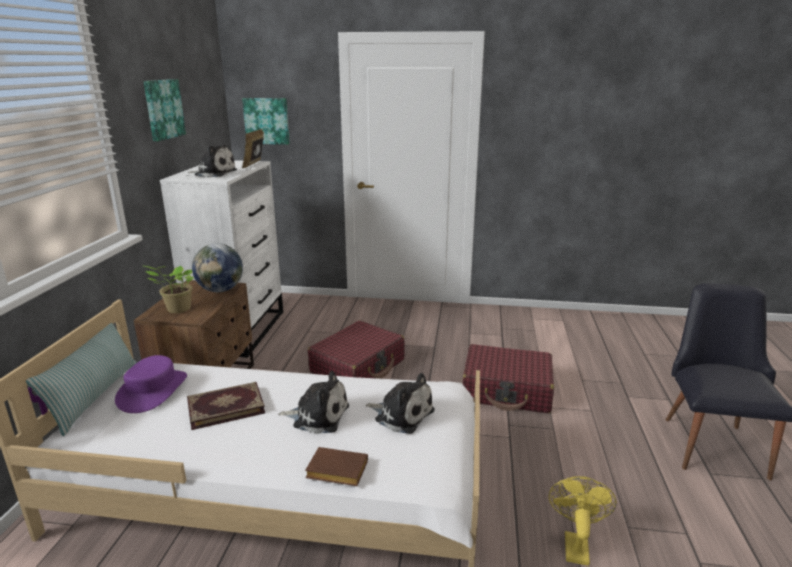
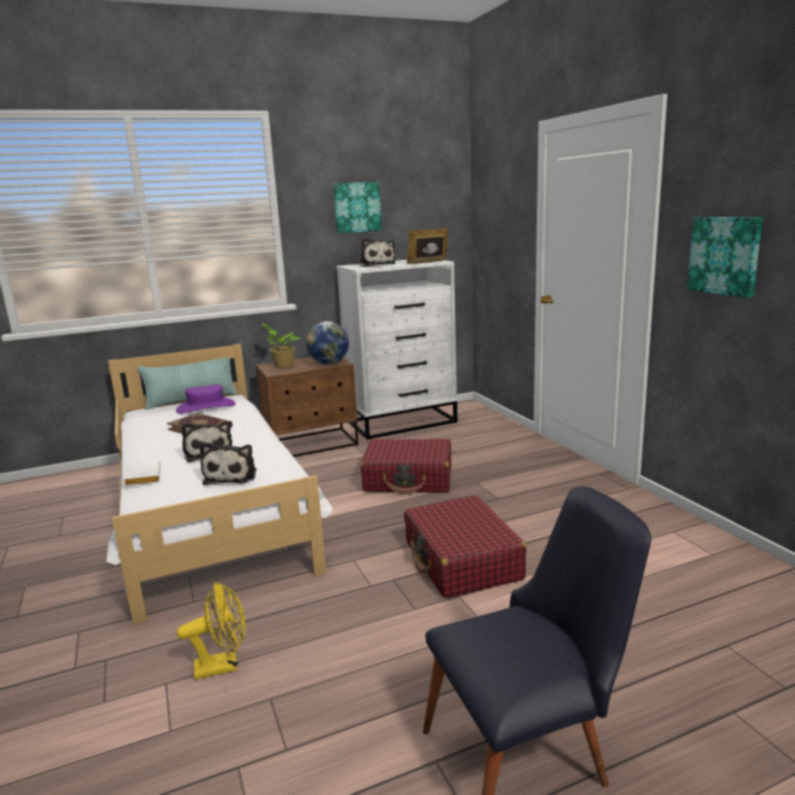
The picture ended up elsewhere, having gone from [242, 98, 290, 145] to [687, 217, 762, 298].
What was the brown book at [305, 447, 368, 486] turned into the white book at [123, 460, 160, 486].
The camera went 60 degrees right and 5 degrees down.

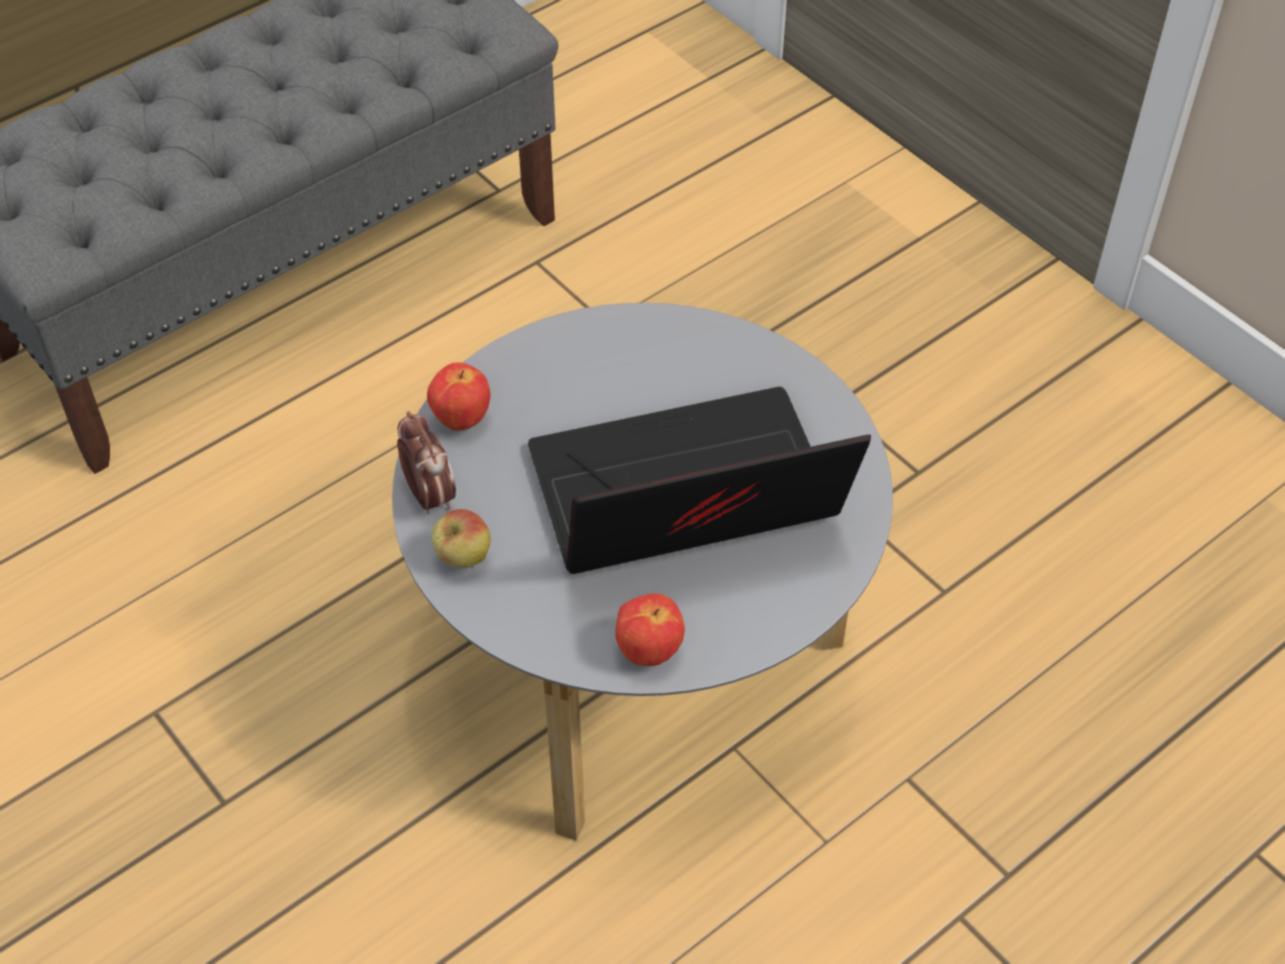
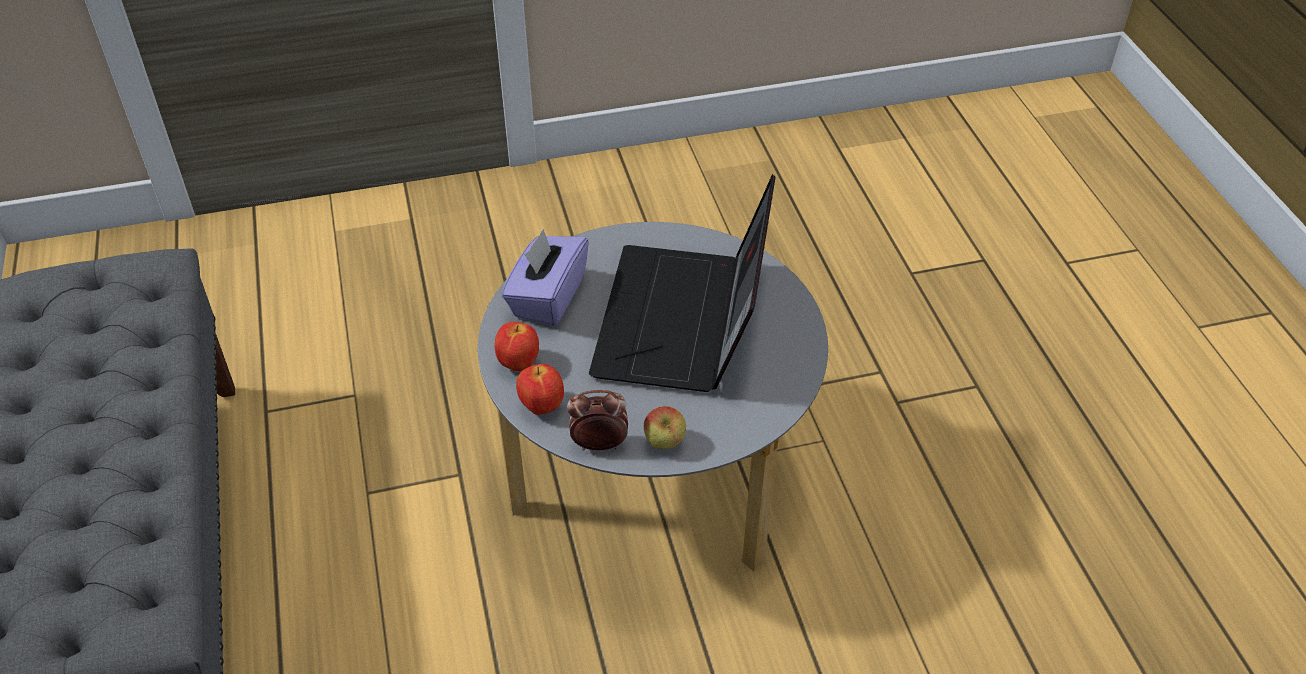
The apple ended up elsewhere, having gone from [616, 594, 685, 666] to [495, 322, 539, 371].
The second view gained the purple tissue box at [502, 229, 589, 326].
The camera went 65 degrees left and 5 degrees down.

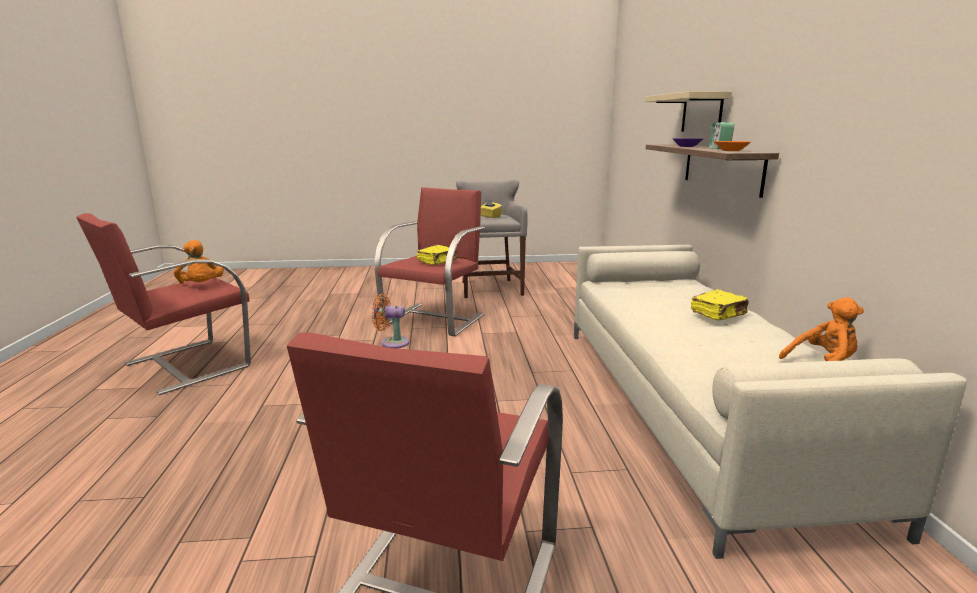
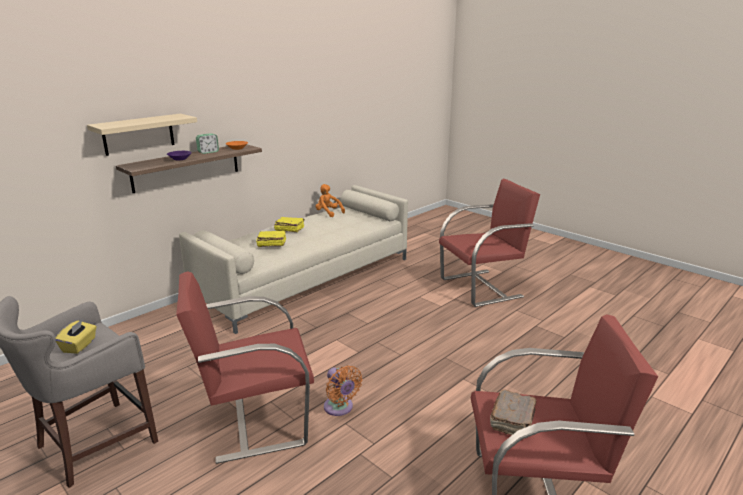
Where the orange plush toy stood at [174, 240, 224, 284], the brown book came to stand at [490, 390, 536, 438].
The yellow book ended up elsewhere, having gone from [417, 245, 457, 265] to [256, 231, 286, 247].
The camera went 130 degrees left and 5 degrees up.

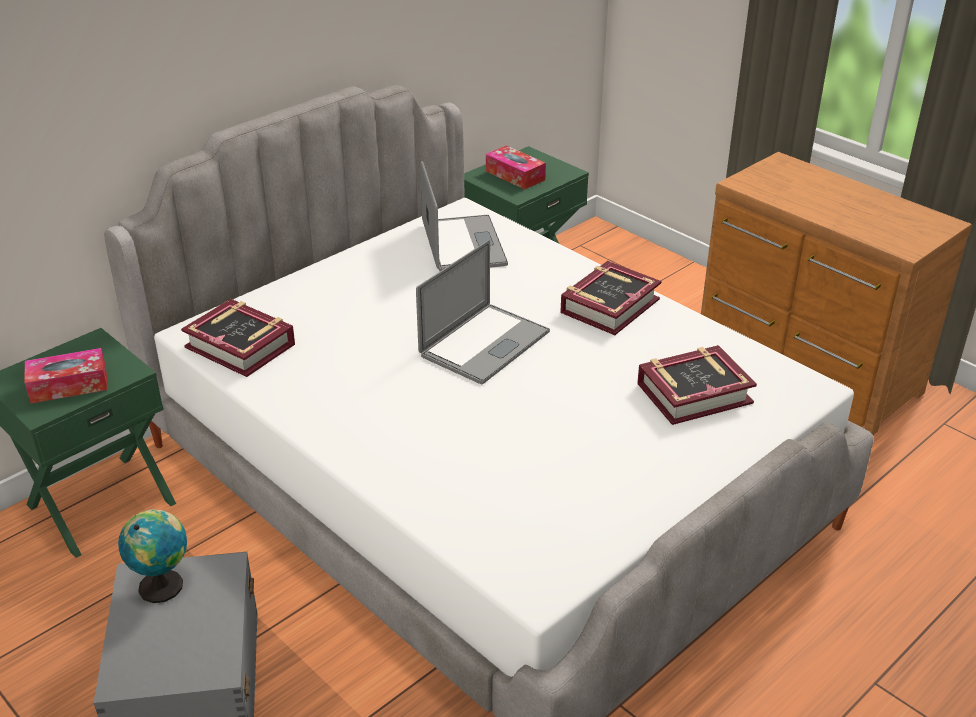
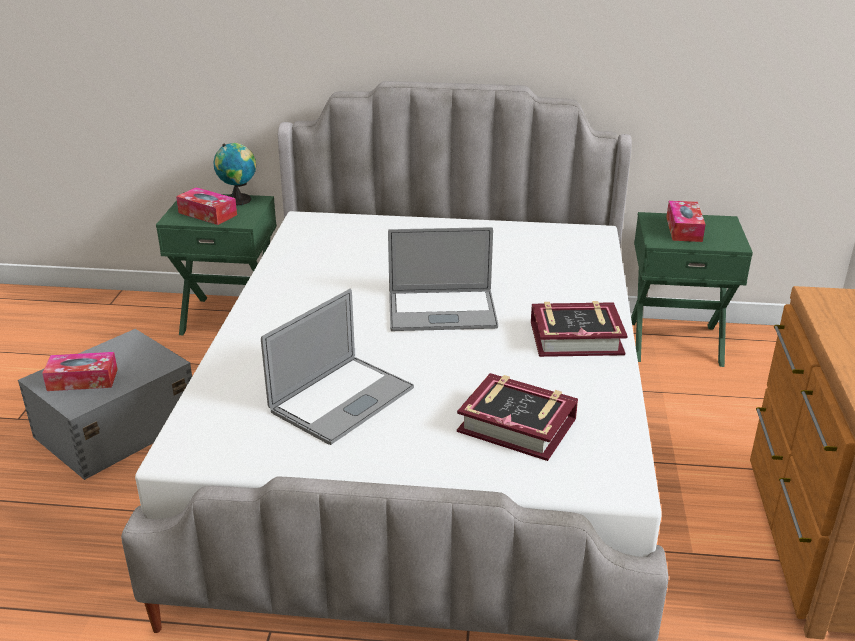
The laptop ended up elsewhere, having gone from [420, 161, 508, 272] to [261, 289, 414, 445].
The second view lost the book at [181, 299, 295, 377].
The globe ended up elsewhere, having gone from [118, 509, 187, 603] to [213, 143, 256, 206].
The second view gained the tissue box at [42, 352, 118, 391].
The camera went 50 degrees right and 5 degrees down.

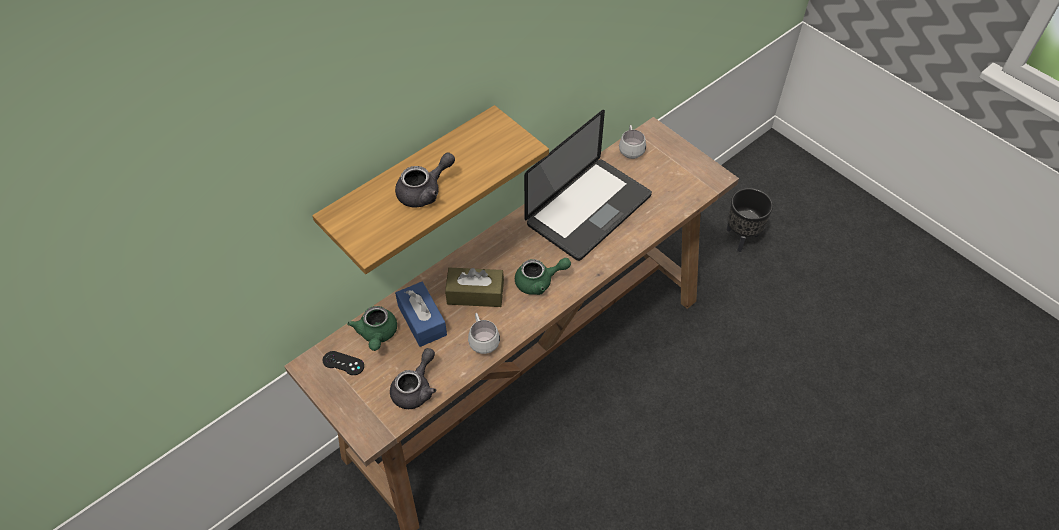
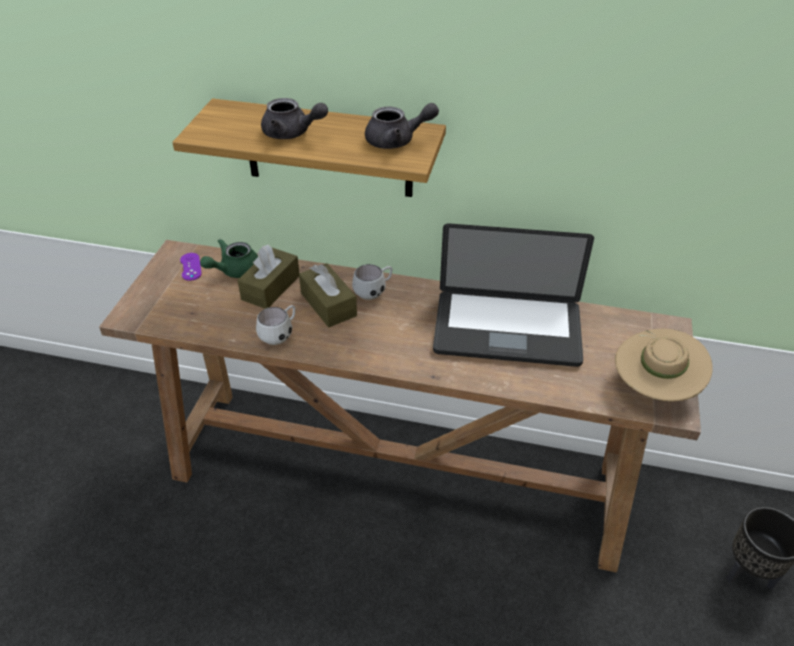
The white mug ended up elsewhere, having gone from [619, 125, 646, 159] to [352, 264, 392, 300].
The second view lost the green teapot at [515, 258, 571, 295].
What was the blue tissue box at [395, 282, 447, 347] turned into the brown tissue box at [237, 245, 299, 309].
The grey teapot ended up elsewhere, having gone from [390, 348, 436, 409] to [365, 103, 439, 149].
What was the black game controller at [322, 351, 364, 375] turned into the purple game controller at [180, 253, 202, 281].
The second view gained the beige hat at [615, 328, 713, 402].
The camera went 55 degrees right and 10 degrees down.

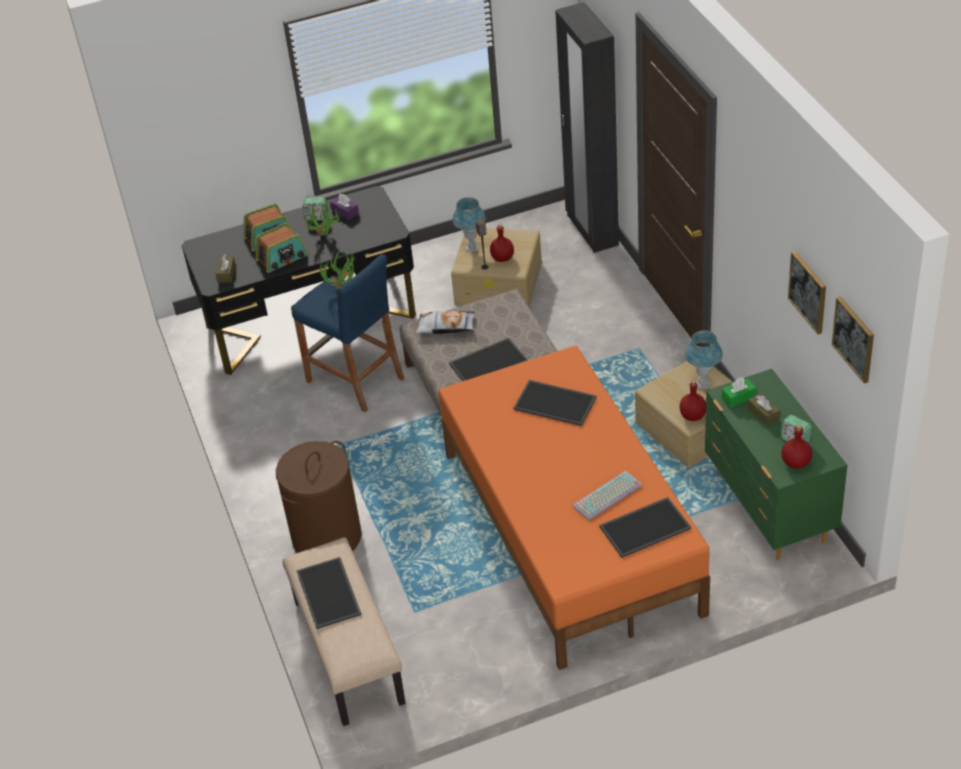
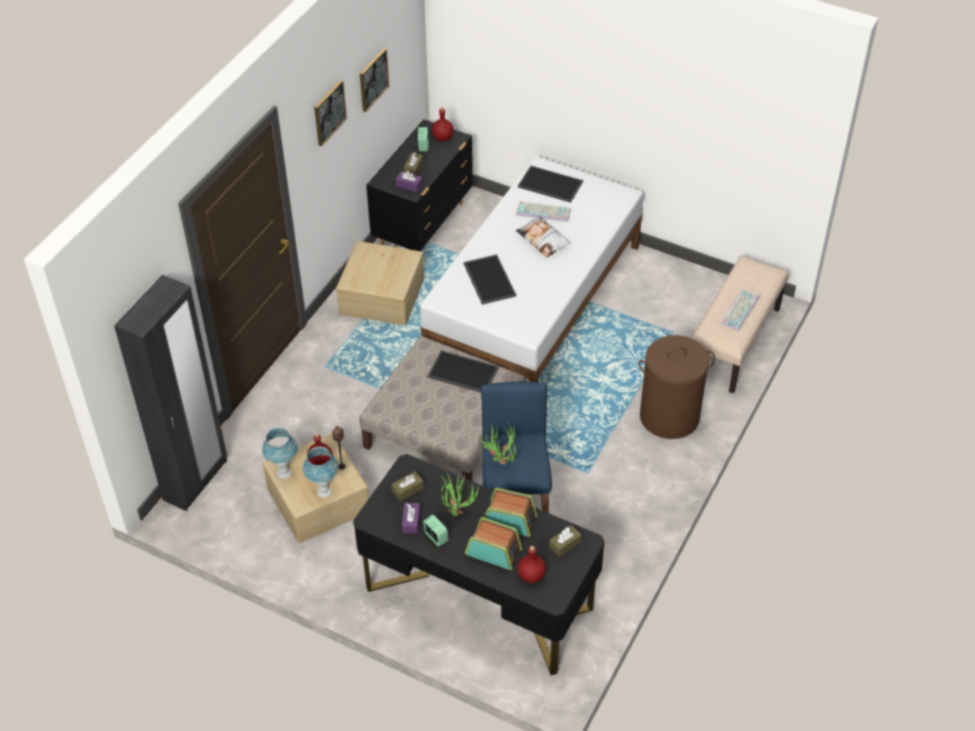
The picture ended up elsewhere, having gone from [832, 296, 874, 384] to [314, 80, 347, 147].
The pillow ended up elsewhere, having gone from [416, 311, 475, 334] to [516, 216, 570, 258].
The blue table lamp ended up elsewhere, having gone from [685, 330, 723, 389] to [262, 428, 298, 479].
What was the orange bed at [438, 346, 710, 670] turned into the white bed at [420, 156, 644, 382].
What was the green dresser at [705, 369, 847, 560] turned into the black dresser at [366, 119, 473, 251].
What was the green tissue box at [722, 377, 756, 408] turned into the purple tissue box at [396, 171, 422, 192].
The red bottle ended up elsewhere, having gone from [680, 380, 706, 421] to [517, 546, 546, 583].
Where the tray stood at [296, 557, 362, 629], the keyboard came to stand at [721, 288, 760, 331].
The second view gained the brown tissue box at [391, 471, 424, 501].
The camera went 135 degrees left and 5 degrees up.

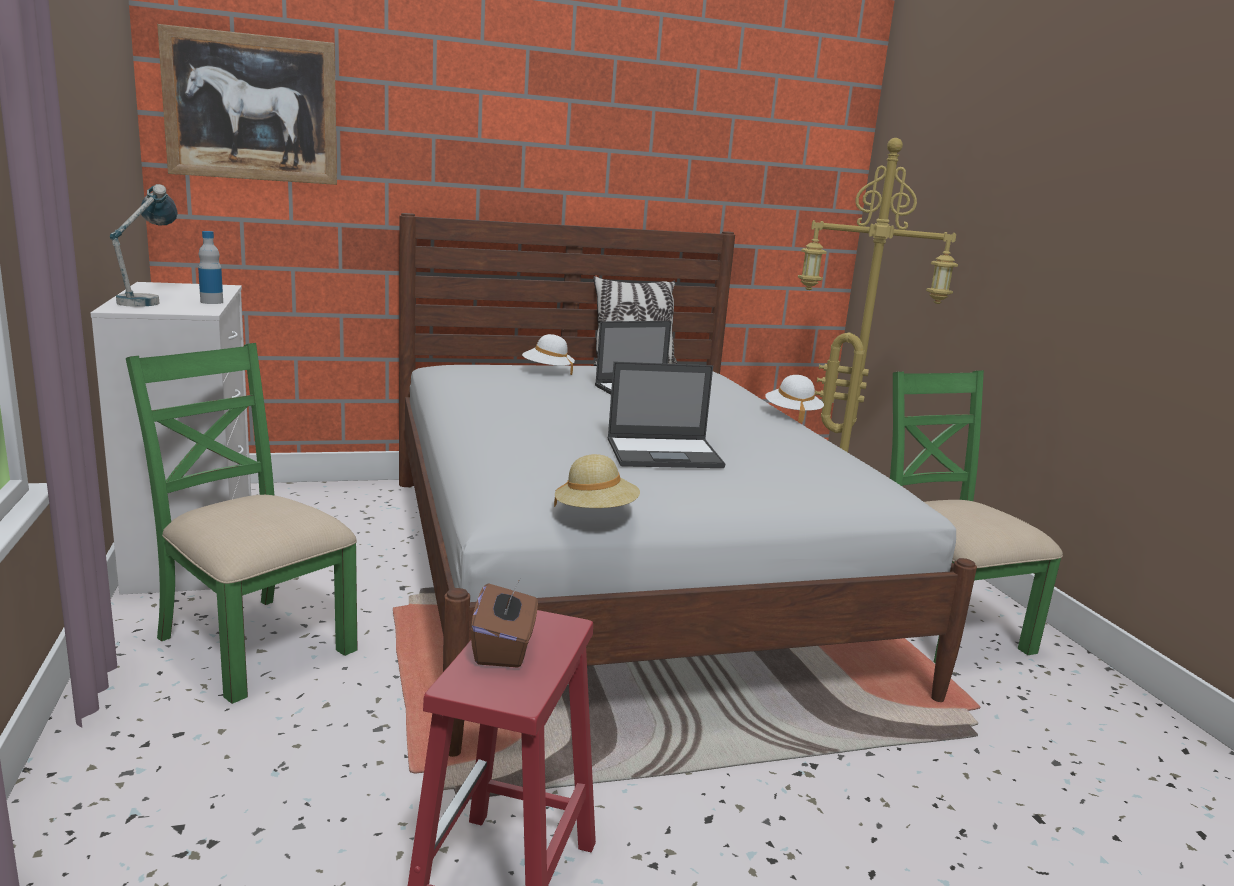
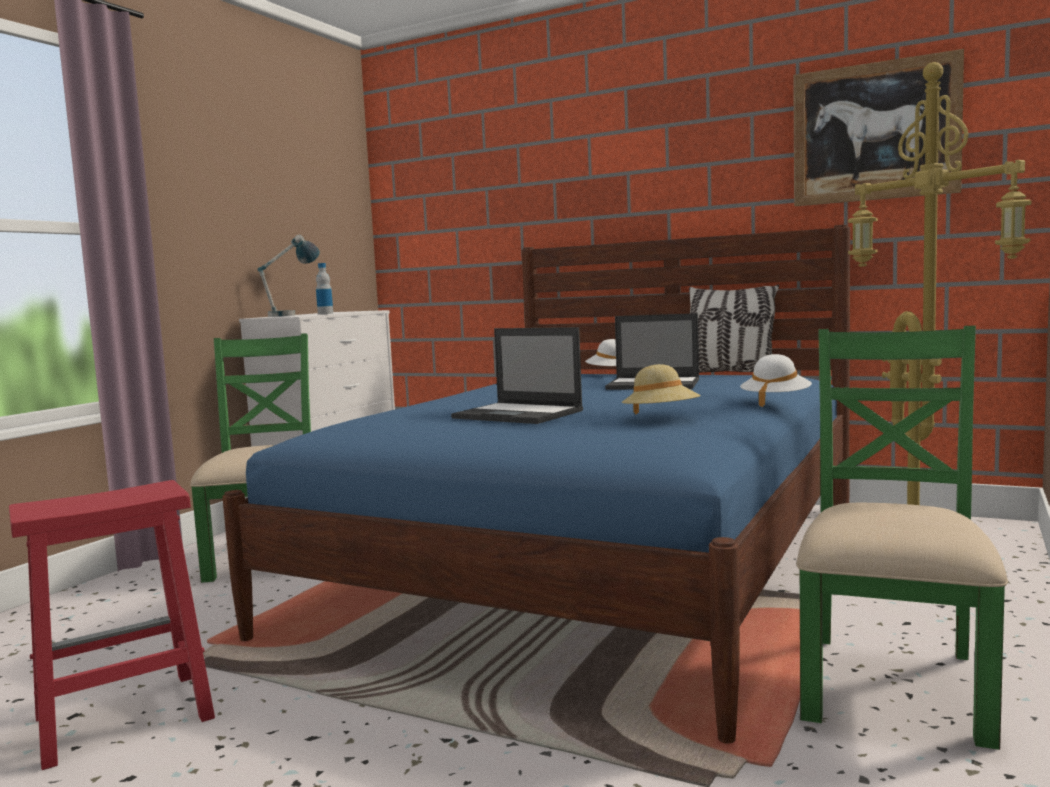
The picture ended up elsewhere, having gone from [157, 24, 337, 185] to [793, 49, 964, 206].
What was the white bed at [399, 213, 977, 757] turned into the blue bed at [222, 225, 850, 744].
The beige hat ended up elsewhere, having gone from [554, 454, 640, 508] to [622, 364, 701, 415].
The second view lost the brown tissue box at [470, 579, 538, 668].
The camera went 45 degrees right and 10 degrees down.

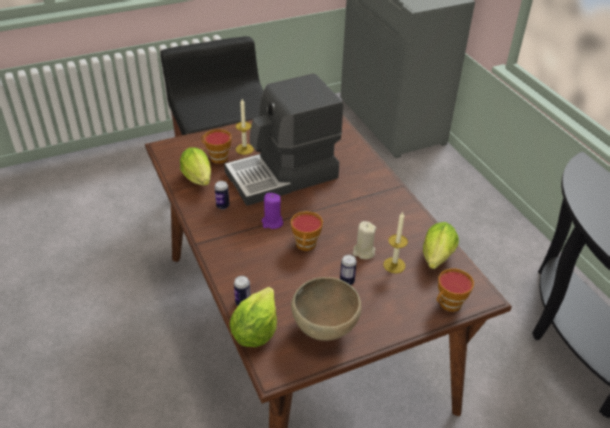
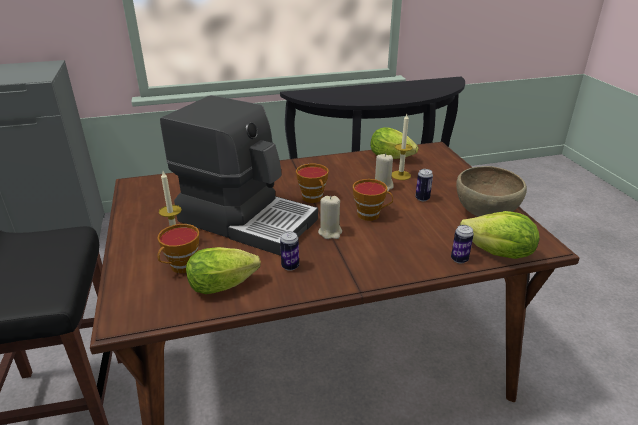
The coffee machine at [224, 73, 343, 206] ended up facing another way, 45 degrees counterclockwise from before.
What was the purple candle at [262, 193, 283, 229] turned into the beige candle at [318, 196, 342, 239].
The cup ended up elsewhere, having gone from [437, 268, 474, 312] to [296, 164, 329, 203].
The camera went 80 degrees left and 10 degrees down.

